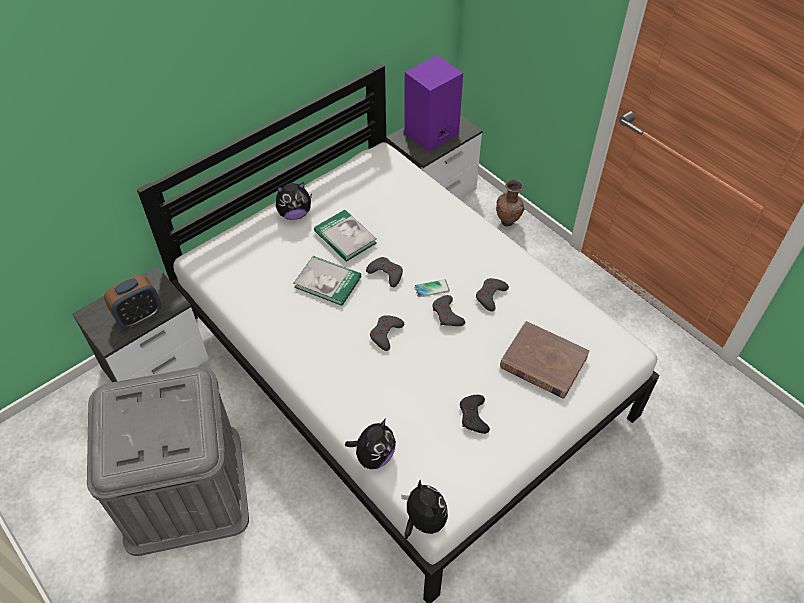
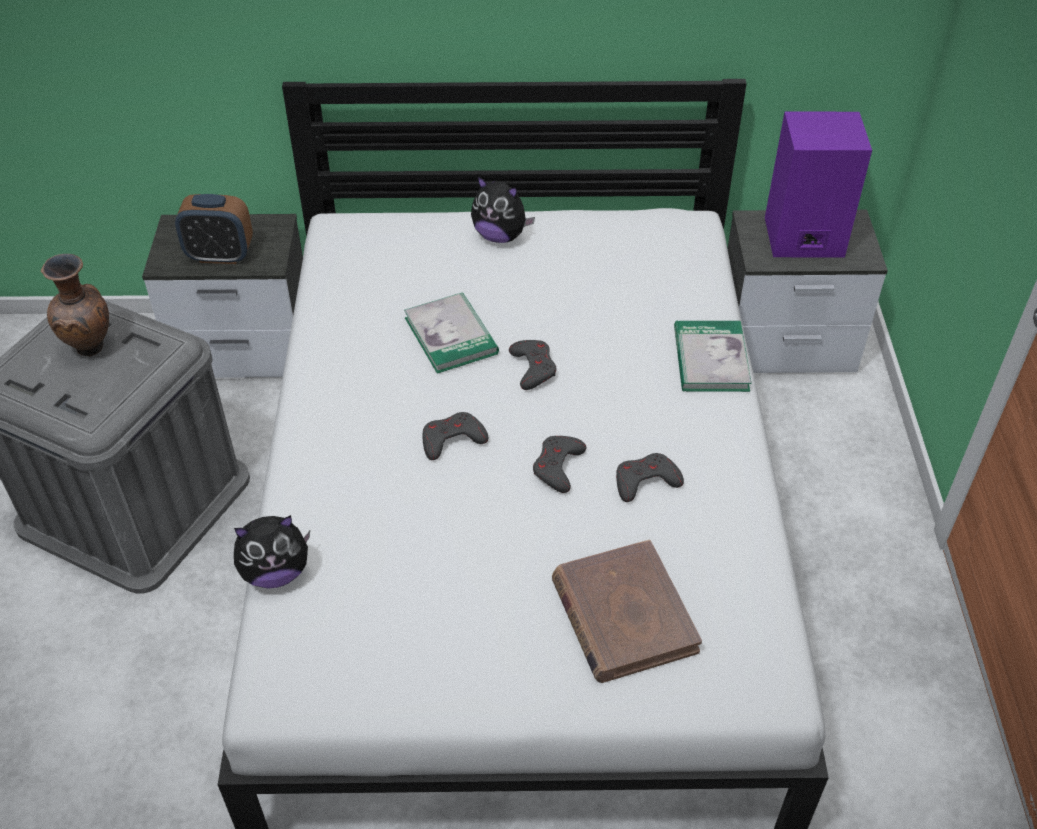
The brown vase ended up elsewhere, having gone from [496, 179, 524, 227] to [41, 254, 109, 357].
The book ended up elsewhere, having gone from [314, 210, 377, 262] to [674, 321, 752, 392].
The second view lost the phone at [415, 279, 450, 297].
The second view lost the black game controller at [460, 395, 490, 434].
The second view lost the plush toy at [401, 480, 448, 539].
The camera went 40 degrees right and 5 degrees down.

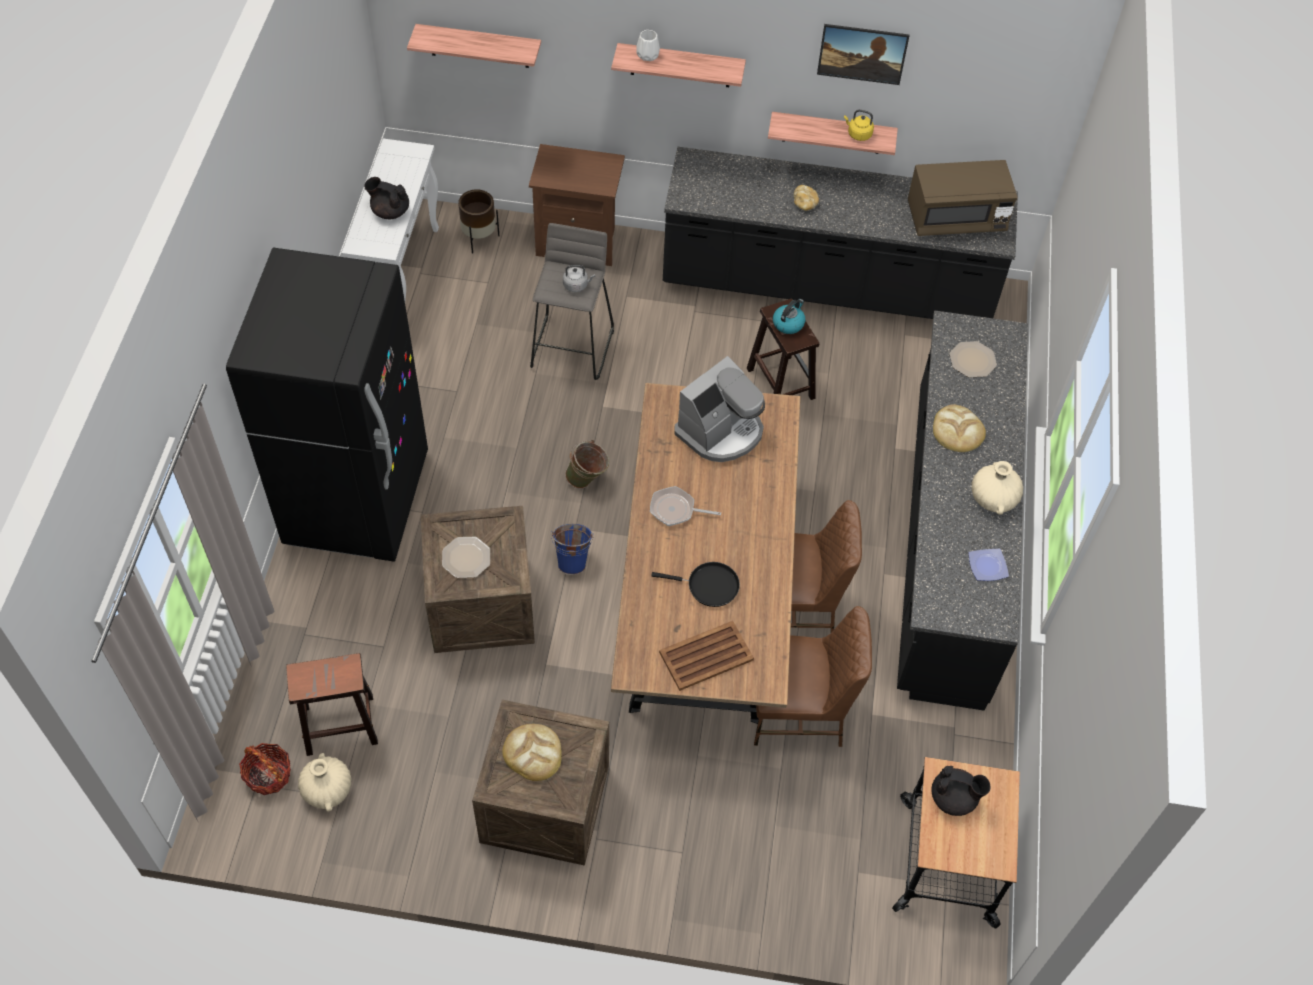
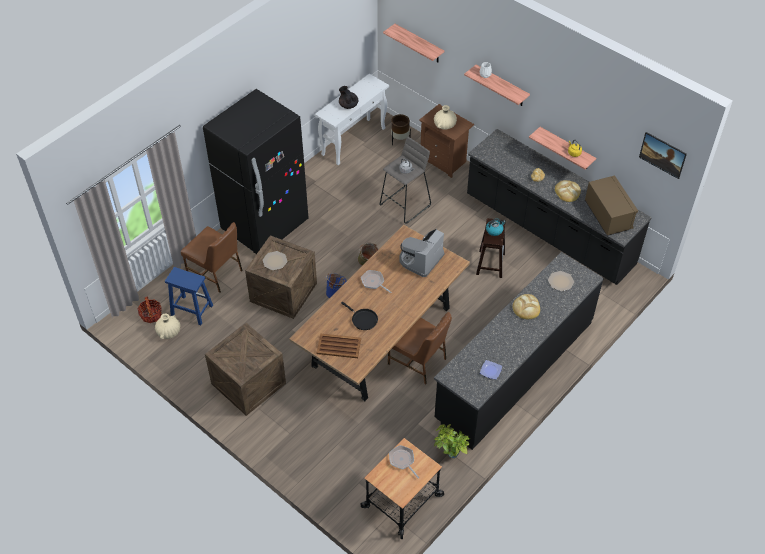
The picture ended up elsewhere, having gone from [817, 24, 909, 85] to [639, 132, 687, 179].
The brown microwave at [908, 160, 1018, 236] ended up facing another way, 135 degrees counterclockwise from before.
The coffee machine at [674, 356, 765, 462] ended up facing another way, 135 degrees clockwise from before.
The beige vase ended up elsewhere, having gone from [972, 461, 1023, 515] to [434, 105, 457, 130].
The brown chair ended up elsewhere, having gone from [754, 606, 872, 747] to [181, 222, 243, 293].
What was the brown stool at [286, 653, 378, 756] turned into the blue stool at [165, 267, 213, 325].
The bread ended up elsewhere, having gone from [502, 724, 561, 781] to [555, 180, 581, 202].
Where the black teapot stood at [931, 766, 991, 816], the frying pan came to stand at [389, 445, 419, 478].
The second view gained the potted plant at [434, 424, 470, 458].
The camera went 35 degrees right and 5 degrees down.

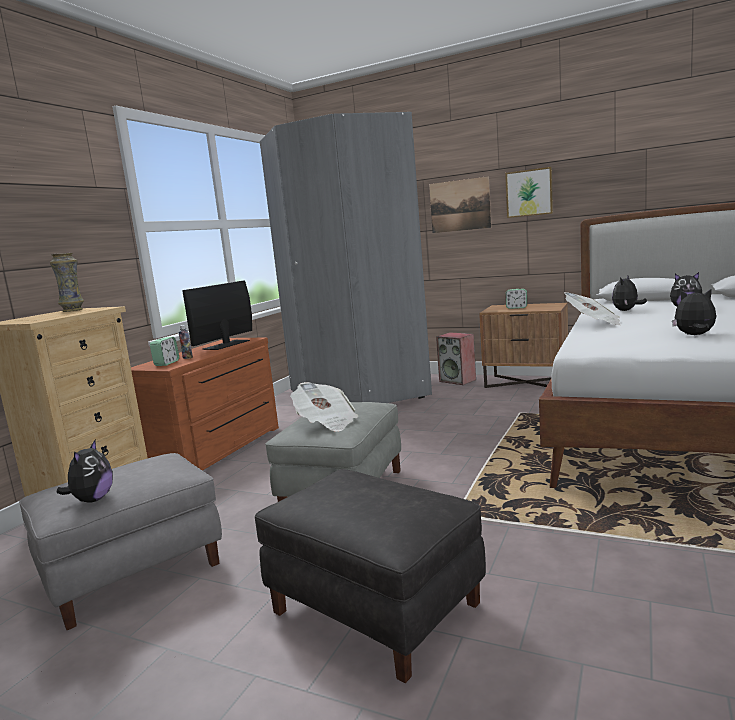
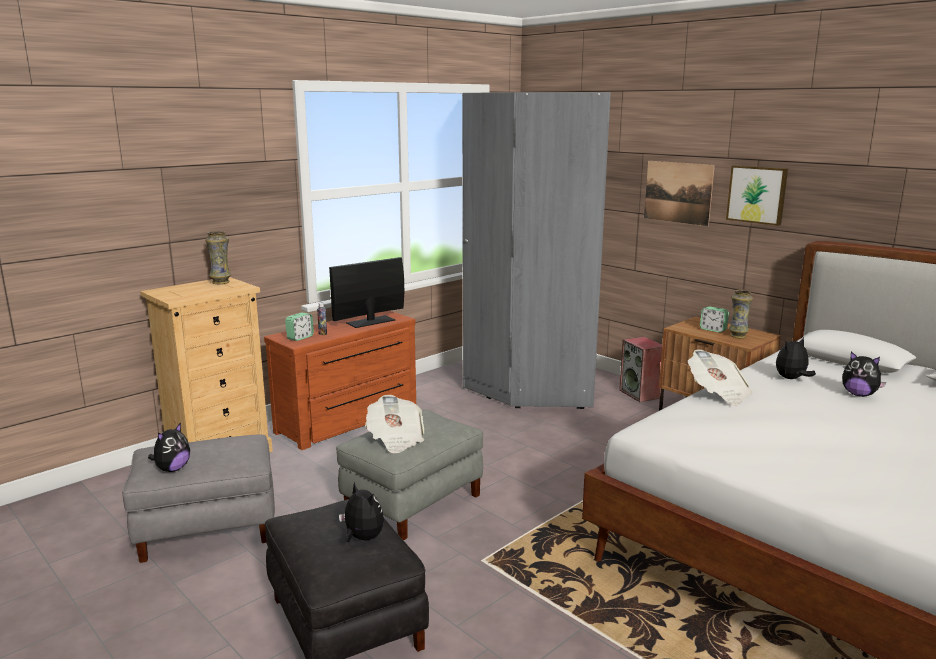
The plush toy ended up elsewhere, having gone from [672, 288, 716, 335] to [339, 482, 384, 542].
The second view gained the vase at [729, 290, 753, 338].
The camera went 20 degrees right and 5 degrees up.

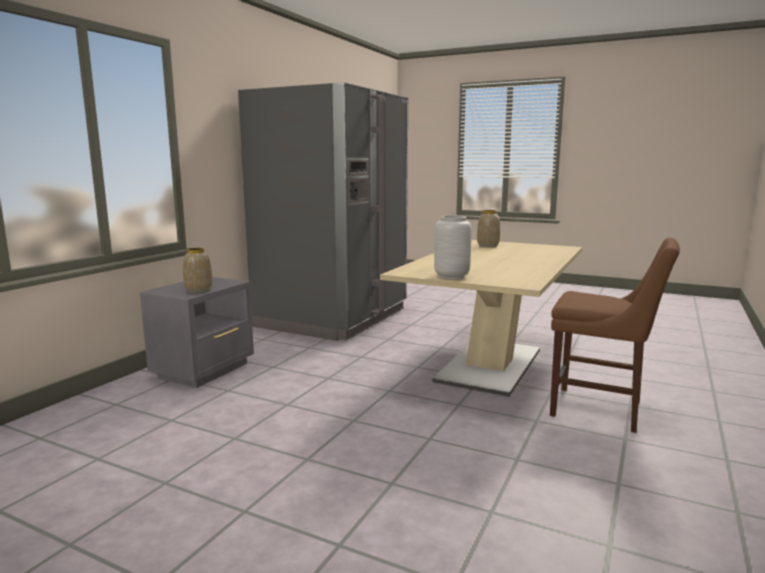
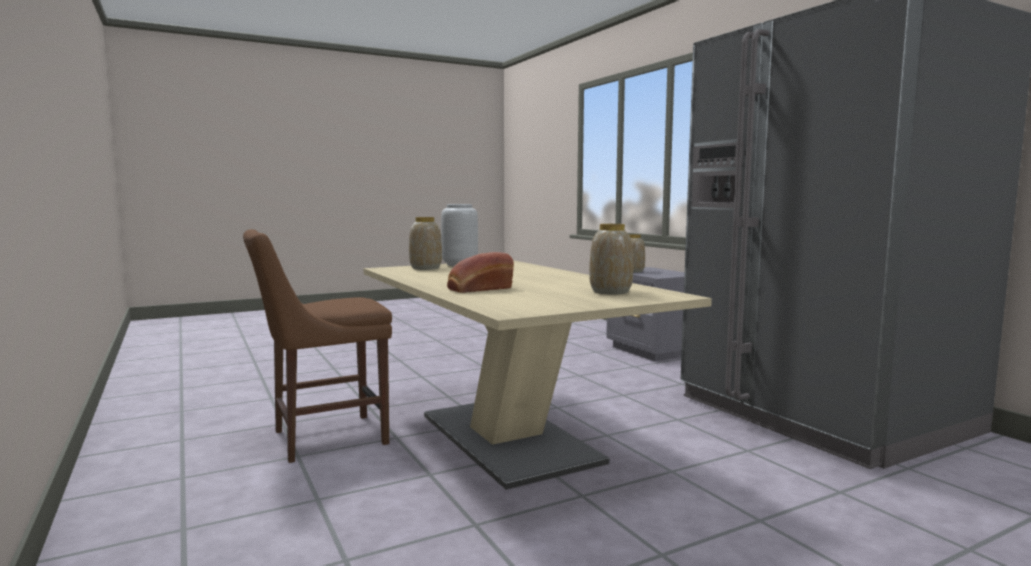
The second view gained the vase at [409, 217, 442, 270].
The second view gained the bread at [447, 252, 514, 293].
The camera went 125 degrees right and 5 degrees down.

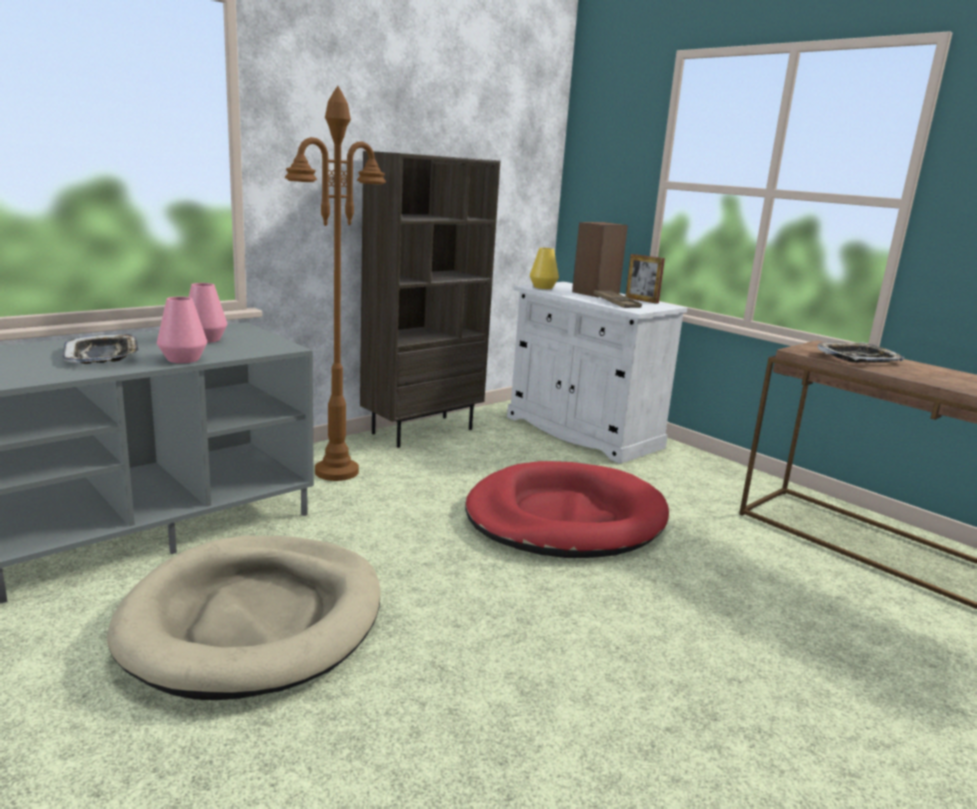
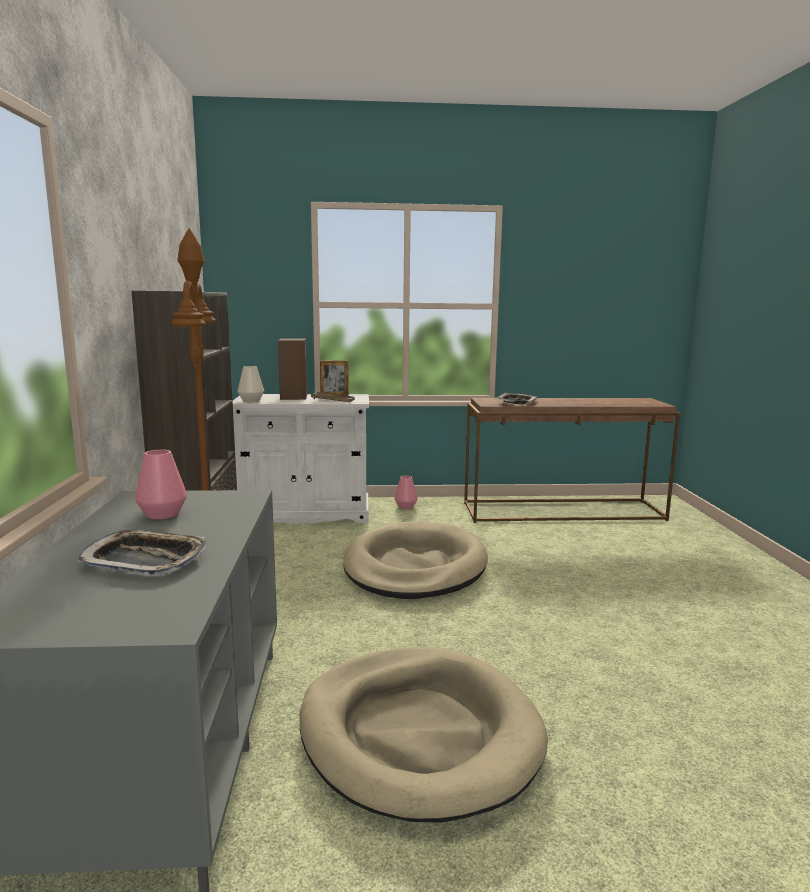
What was the yellow vase at [530, 248, 559, 289] turned into the white vase at [238, 366, 264, 402].
The pink vase ended up elsewhere, having gone from [157, 297, 207, 363] to [394, 476, 418, 509].
What was the red dog bed at [465, 461, 669, 558] turned into the beige dog bed at [343, 521, 488, 599].
The camera went 50 degrees left and 5 degrees down.

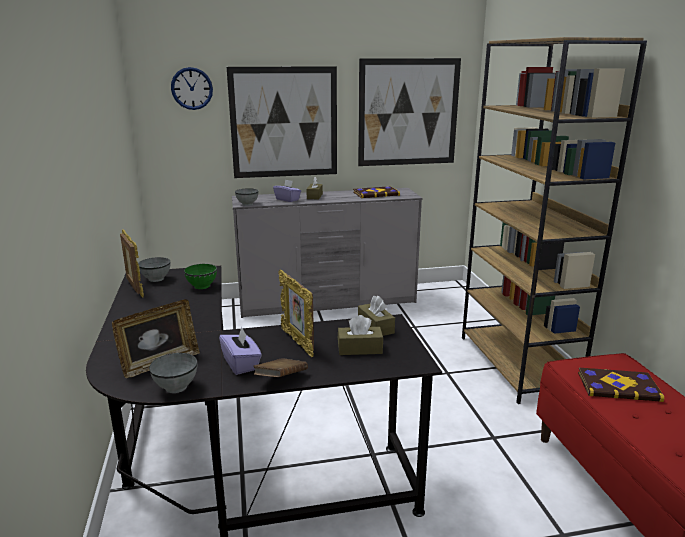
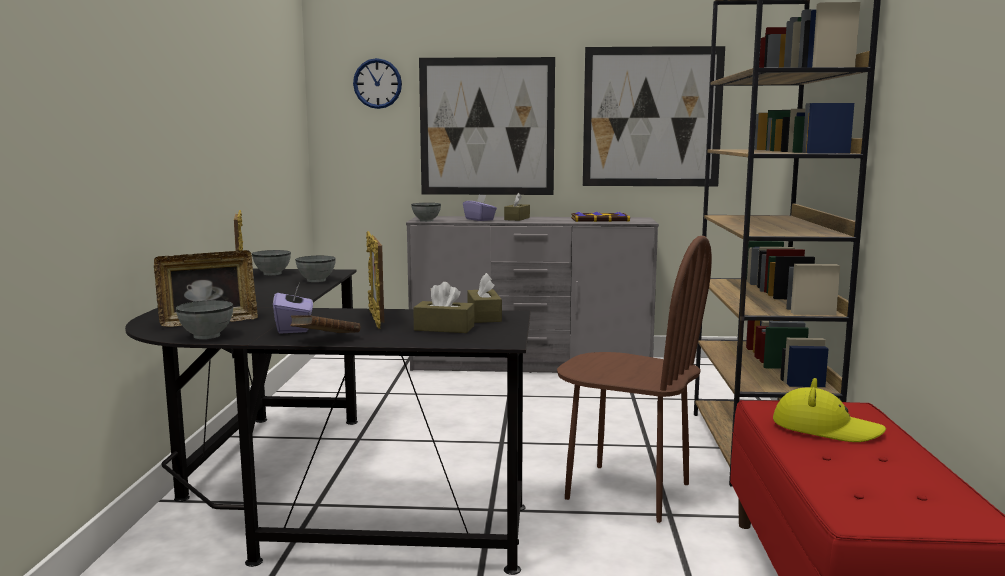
What was the green bowl at [184, 264, 217, 289] turned into the grey bowl at [295, 256, 336, 282].
Where the book stood at [578, 368, 664, 402], the yellow hat came to stand at [773, 378, 886, 442].
The second view gained the brown chair at [557, 236, 712, 523].
The camera went 15 degrees right and 10 degrees down.

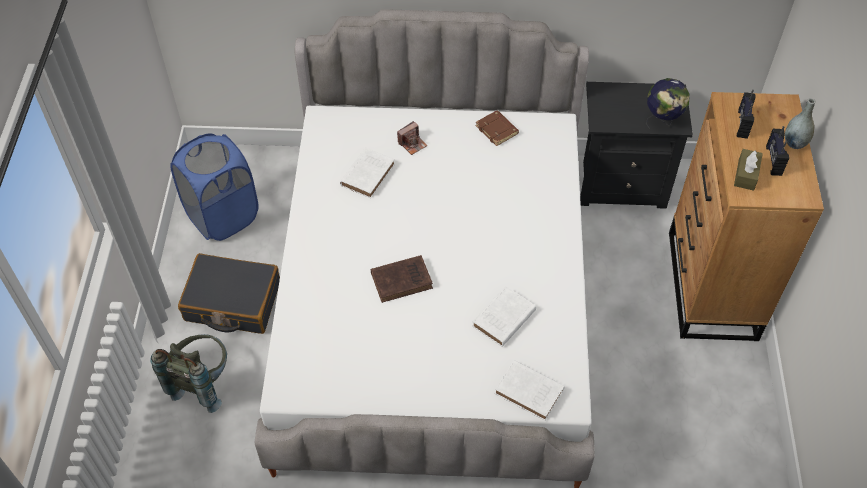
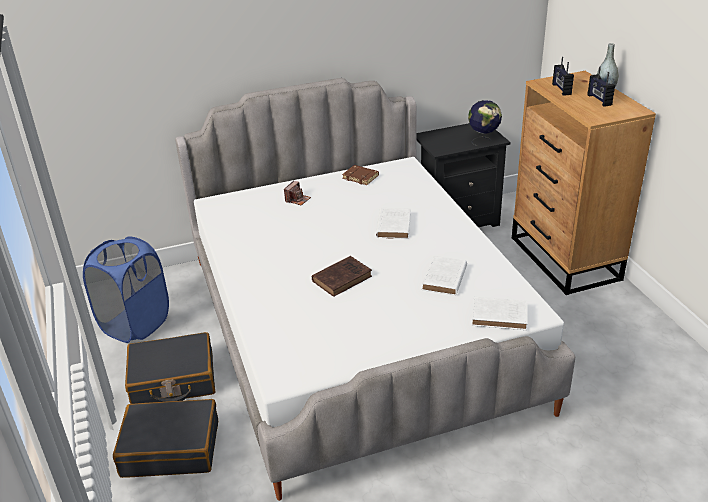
The white book ended up elsewhere, having gone from [340, 147, 395, 198] to [376, 208, 411, 239].
The second view lost the brown tissue box at [734, 149, 763, 191].
Where the grey backpack stood at [150, 334, 227, 413], the black suitcase came to stand at [113, 399, 218, 478].
The camera went 20 degrees left and 20 degrees down.

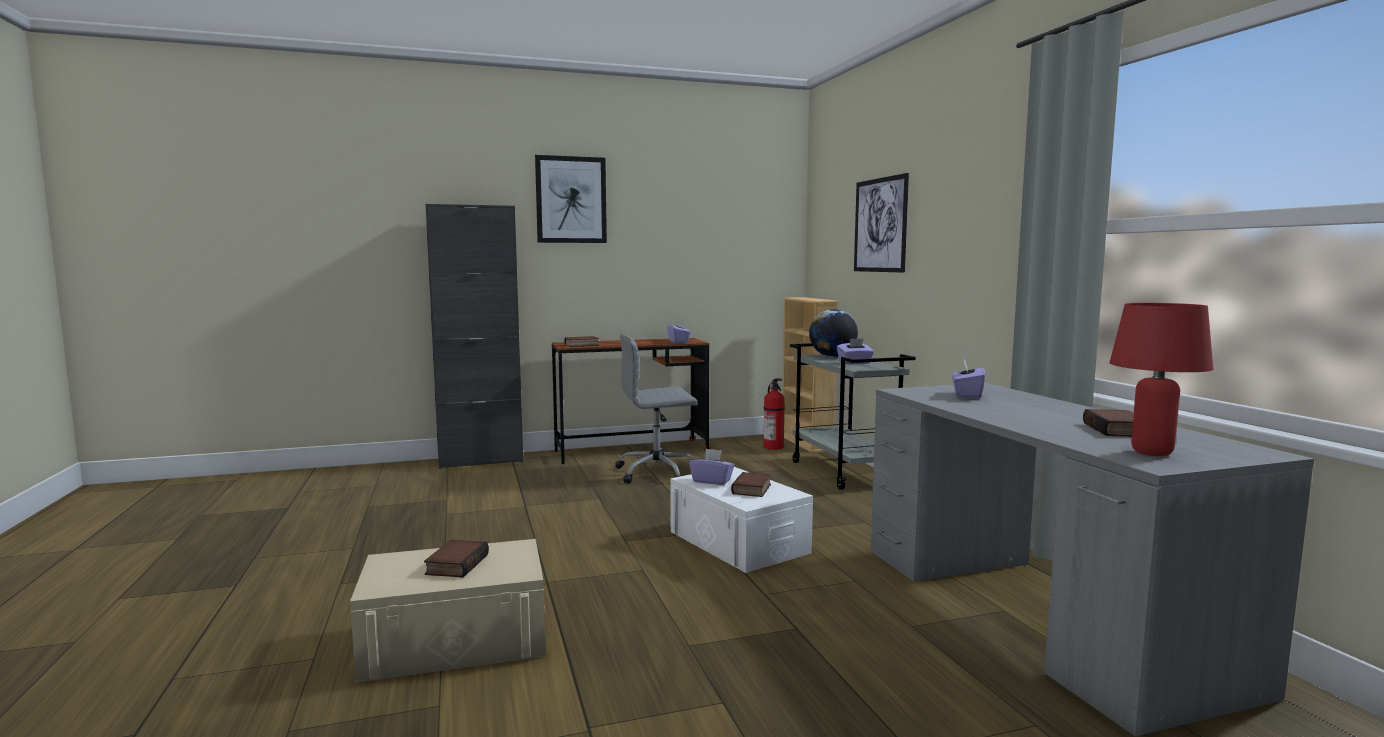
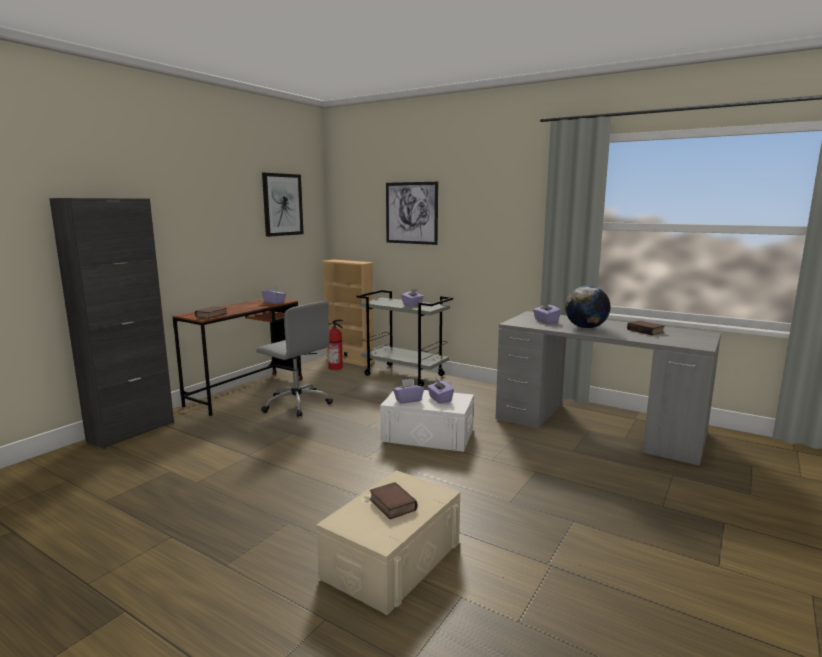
The picture ended up elsewhere, having gone from [535, 155, 607, 243] to [262, 173, 304, 237].
The second view lost the red table lamp at [1110, 303, 1213, 456].
The globe ended up elsewhere, having gone from [809, 309, 858, 357] to [565, 286, 610, 329].
The grey office chair at [615, 334, 698, 484] ended up facing another way, 90 degrees counterclockwise from before.
Where the book stood at [731, 472, 771, 497], the purple tissue box came to stand at [427, 379, 454, 404].
The camera went 40 degrees left and 5 degrees up.

